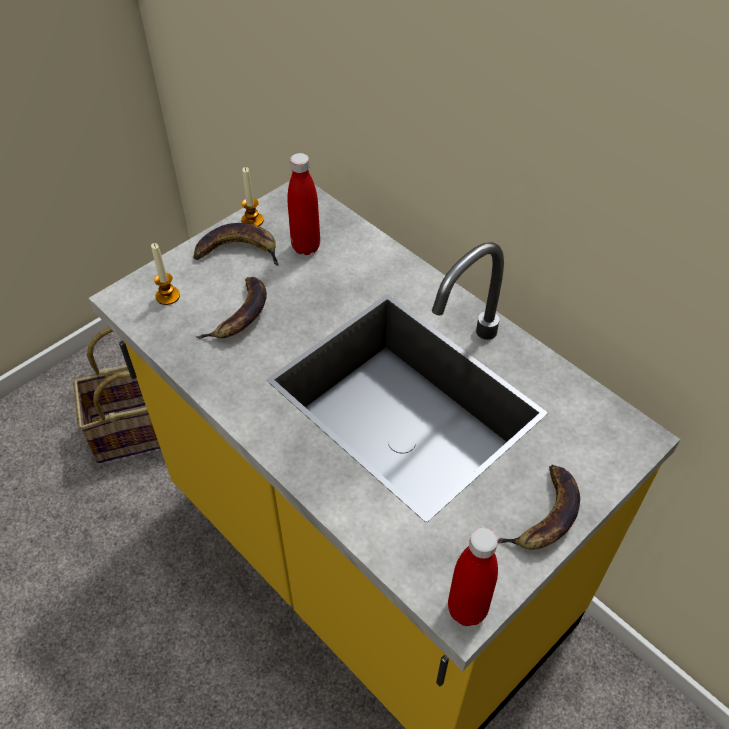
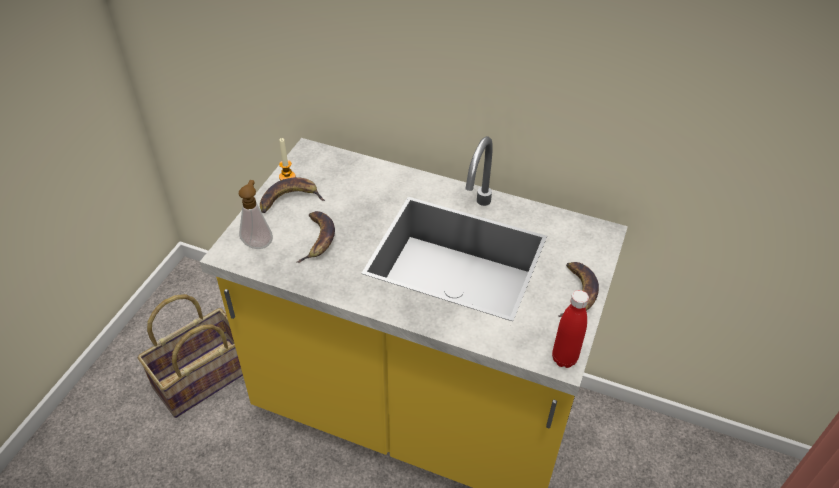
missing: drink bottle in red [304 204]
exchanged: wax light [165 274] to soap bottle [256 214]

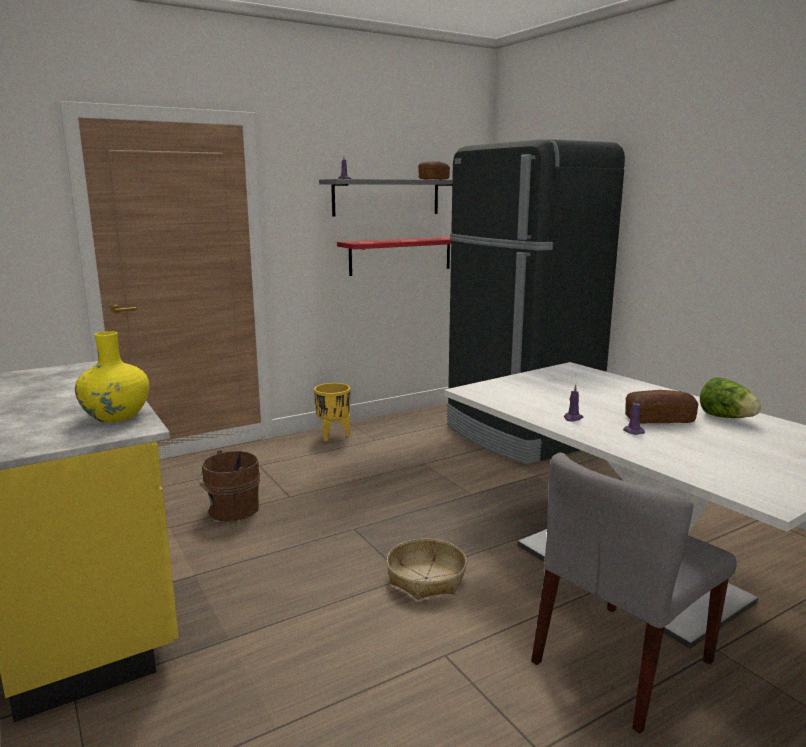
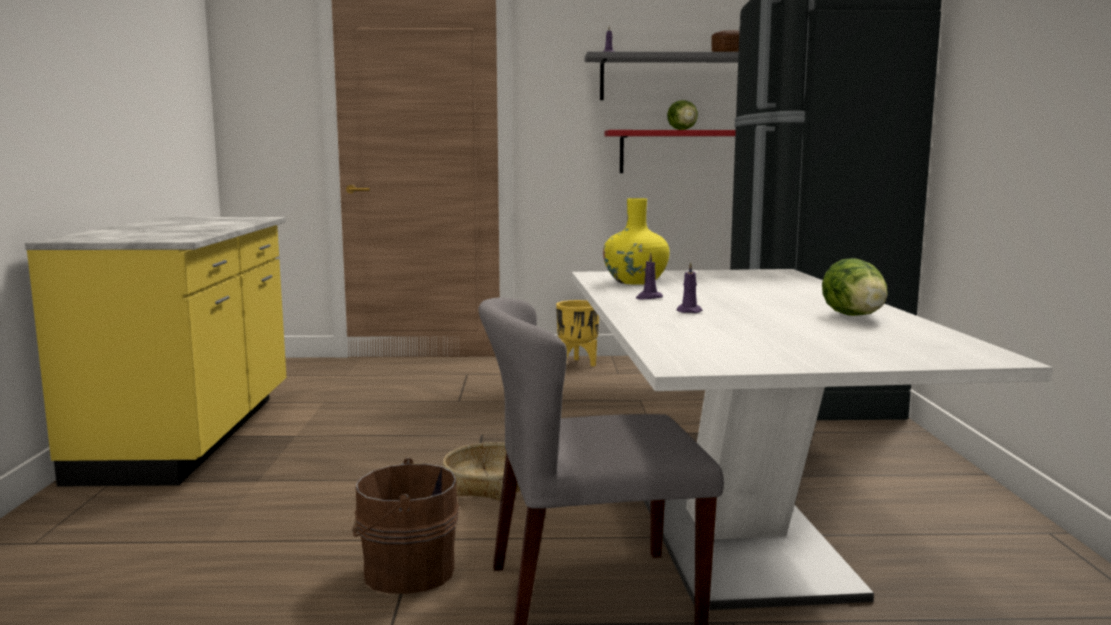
missing: bakery bread [661 407]
appeared: lettuce head [682 115]
relocated: vase in yellow [112 376] to [636 241]; water bucket in brown-coloured [229 486] to [405 526]

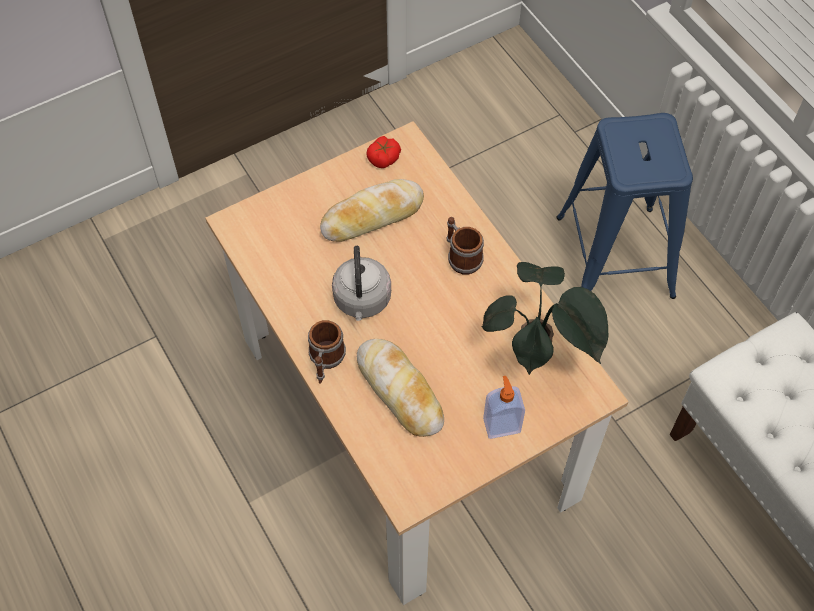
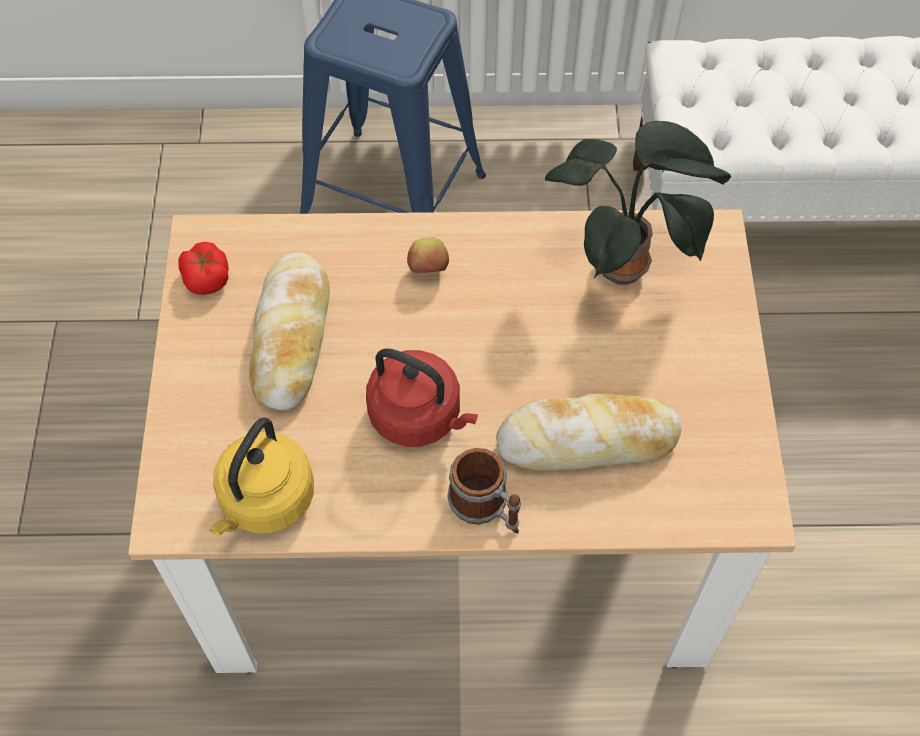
missing: soap bottle [504 407]
appeared: water kettle in yellow [261 476]
exchanged: tea mug [465 245] to apple [428 255]
colour: water kettle in grey [361 283] to water kettle in red [422 397]

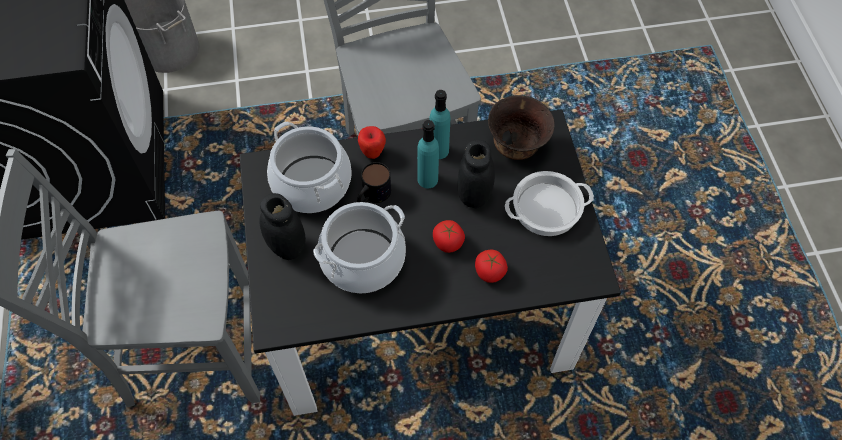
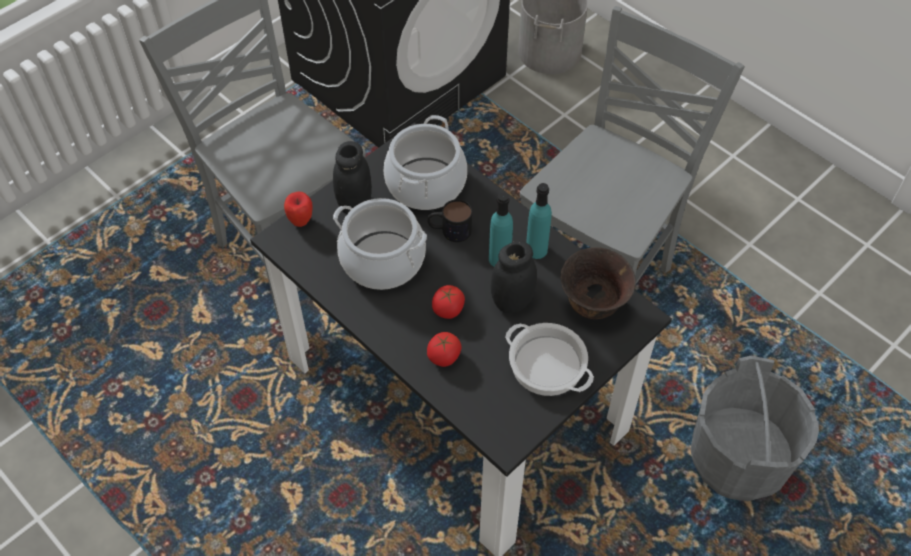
appeared: water bucket in grey [754 428]
relocated: apple [372 142] to [298 209]

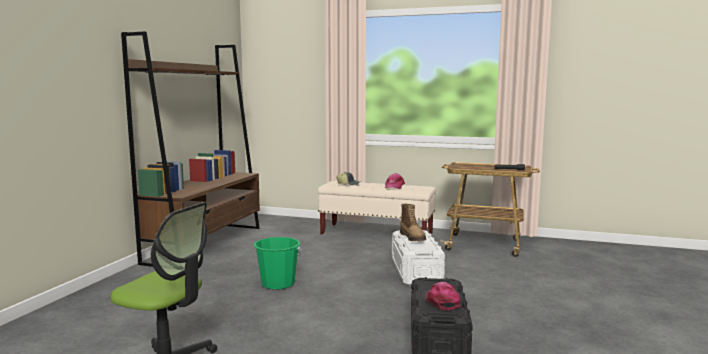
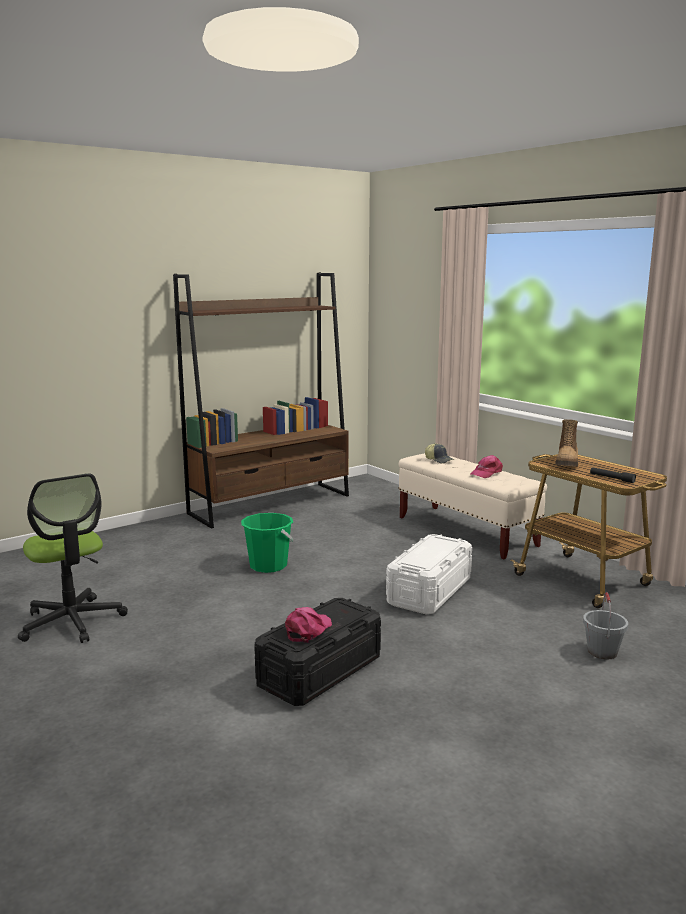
appeared: water bucket in grey [605 625]
relocated: boot [413 222] to [566 443]

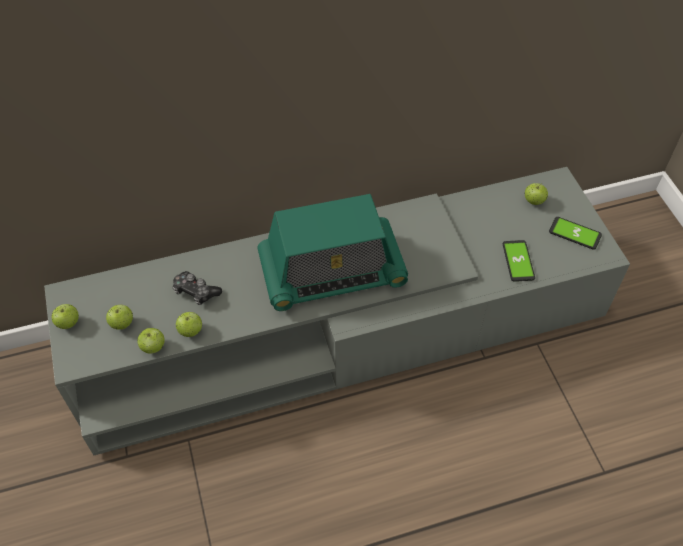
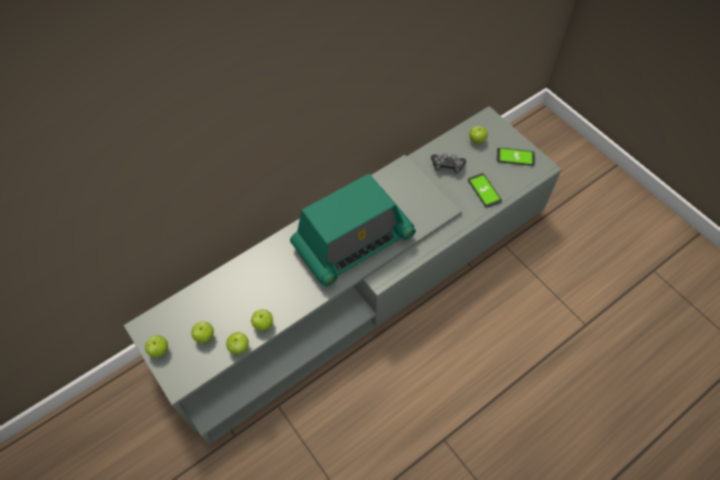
relocated: game controller [197 288] to [448 163]

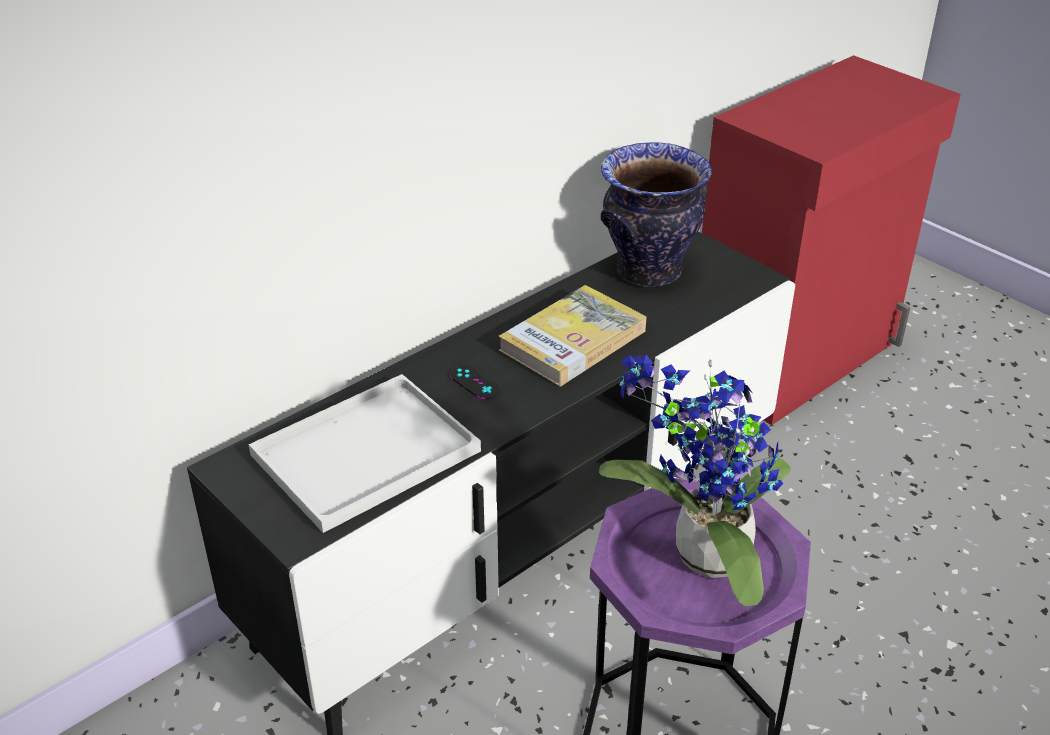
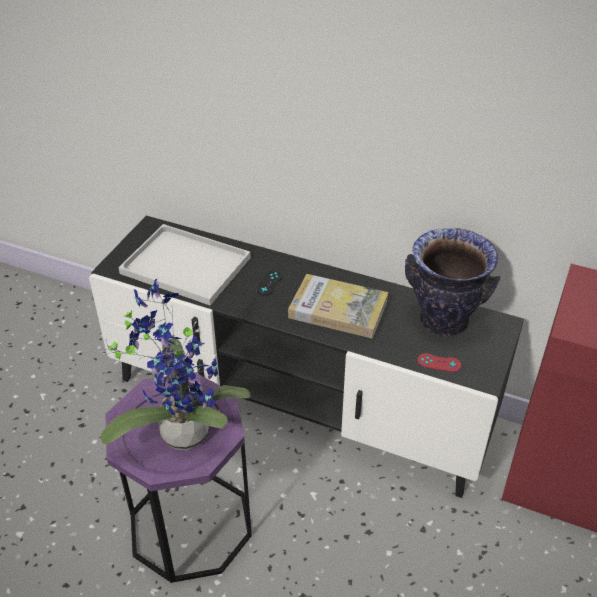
appeared: game controller in red [439 362]

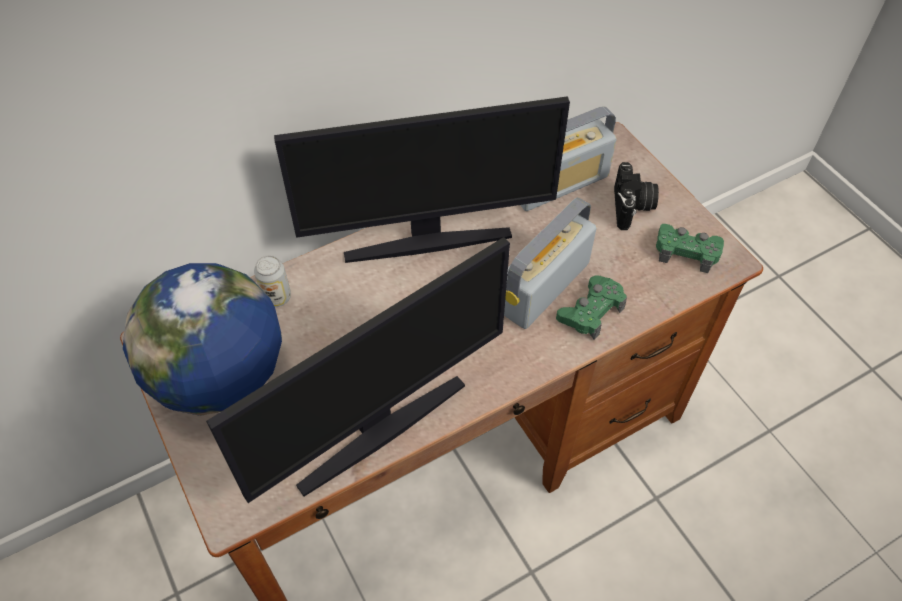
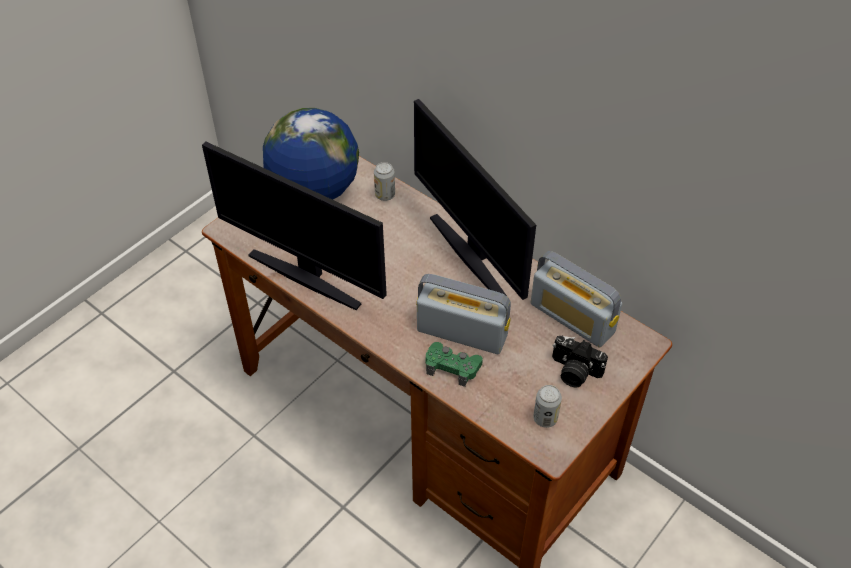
exchanged: game controller in green-coloured [690 248] to metal can [547 406]
spun: photo camera [636 196] = [580 362] 45 degrees clockwise

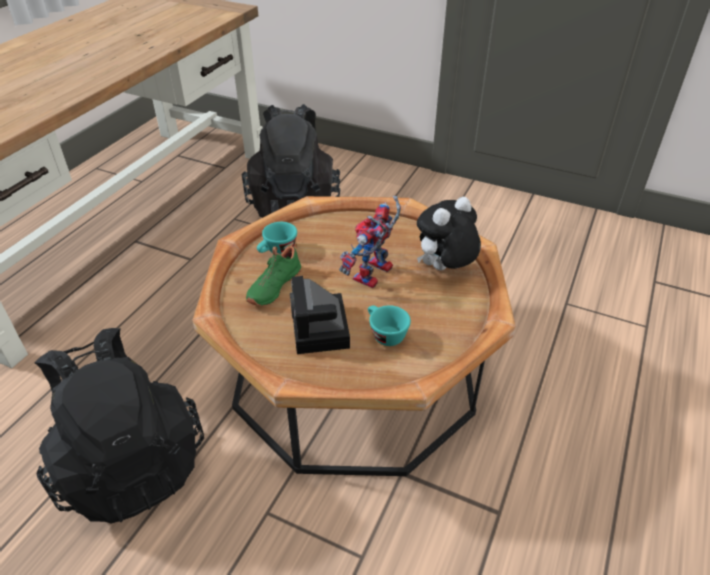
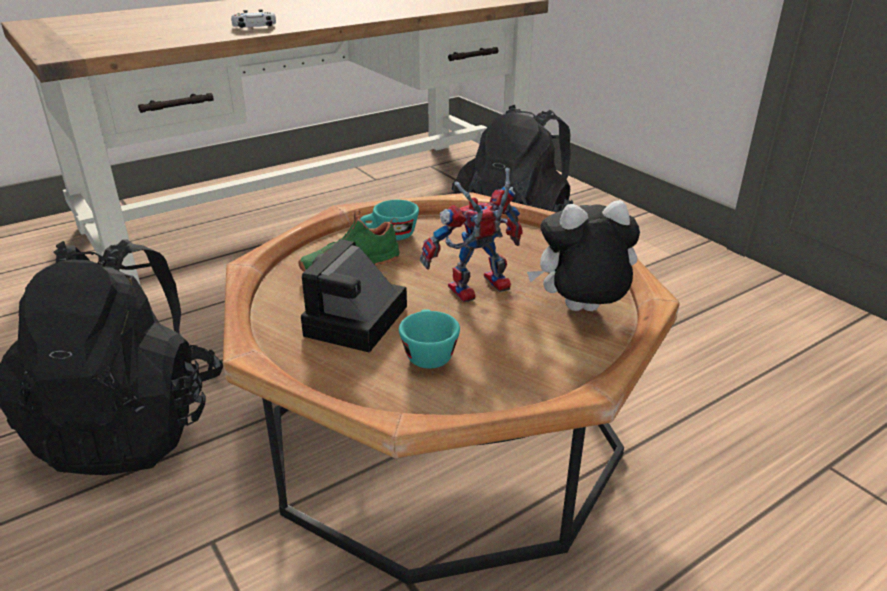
appeared: game controller in white [253 18]

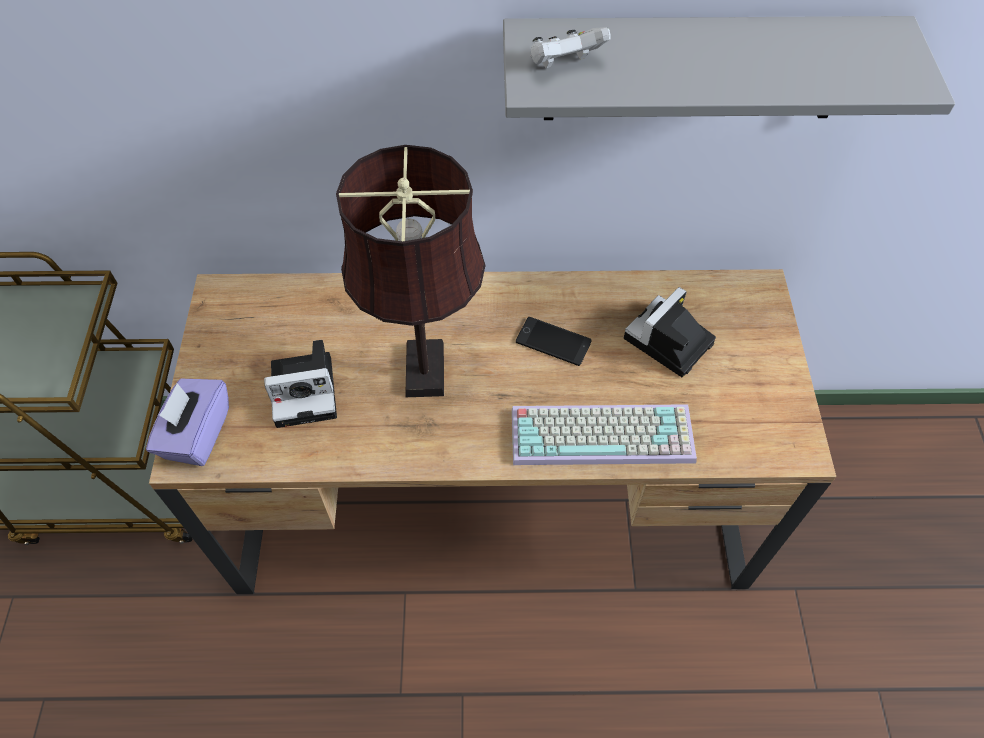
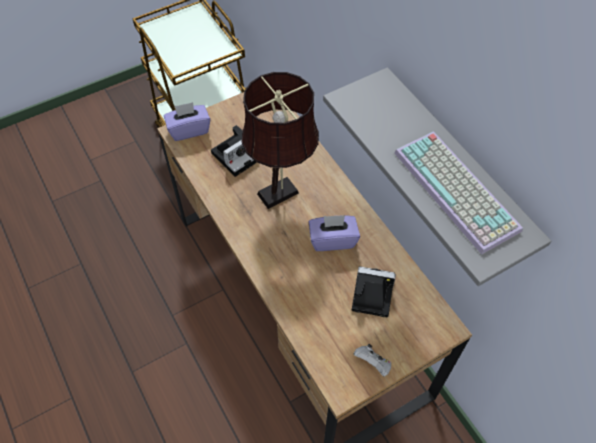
relocated: keyboard [604 434] to [458 192]; game controller in white [571 47] to [372 360]
exchanged: handset [554 341] to tissue box in purple-coloured [334 233]
spun: photo camera [300 384] = [234 151] 90 degrees counterclockwise

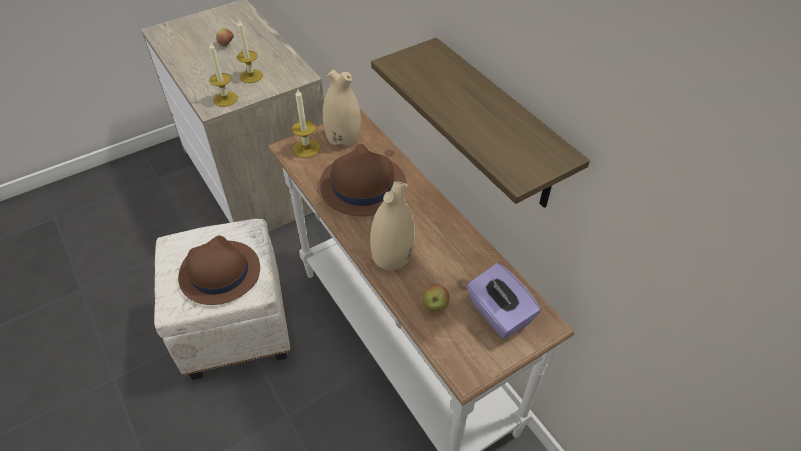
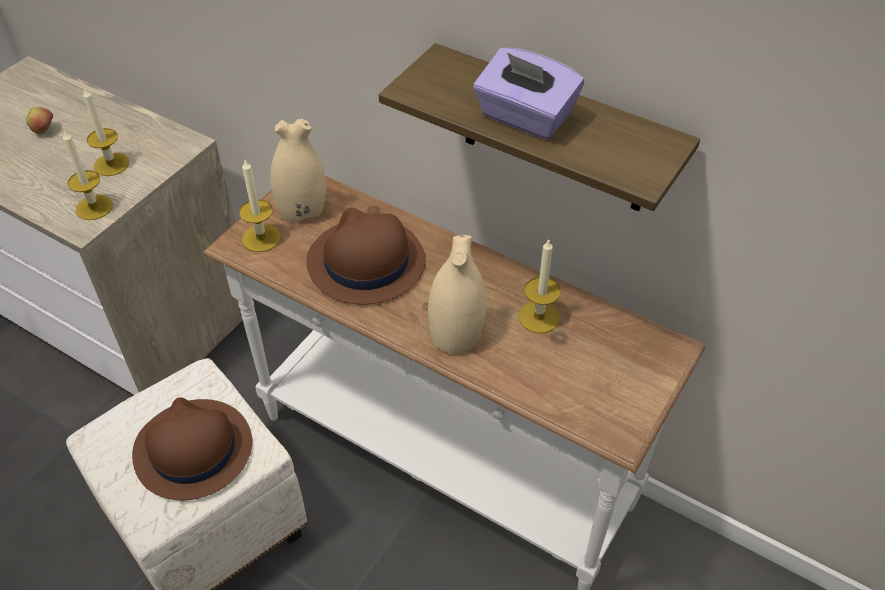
missing: apple [436 297]
appeared: wax light [540 286]
relocated: tissue box in purple-coloured [503 300] to [528 93]

